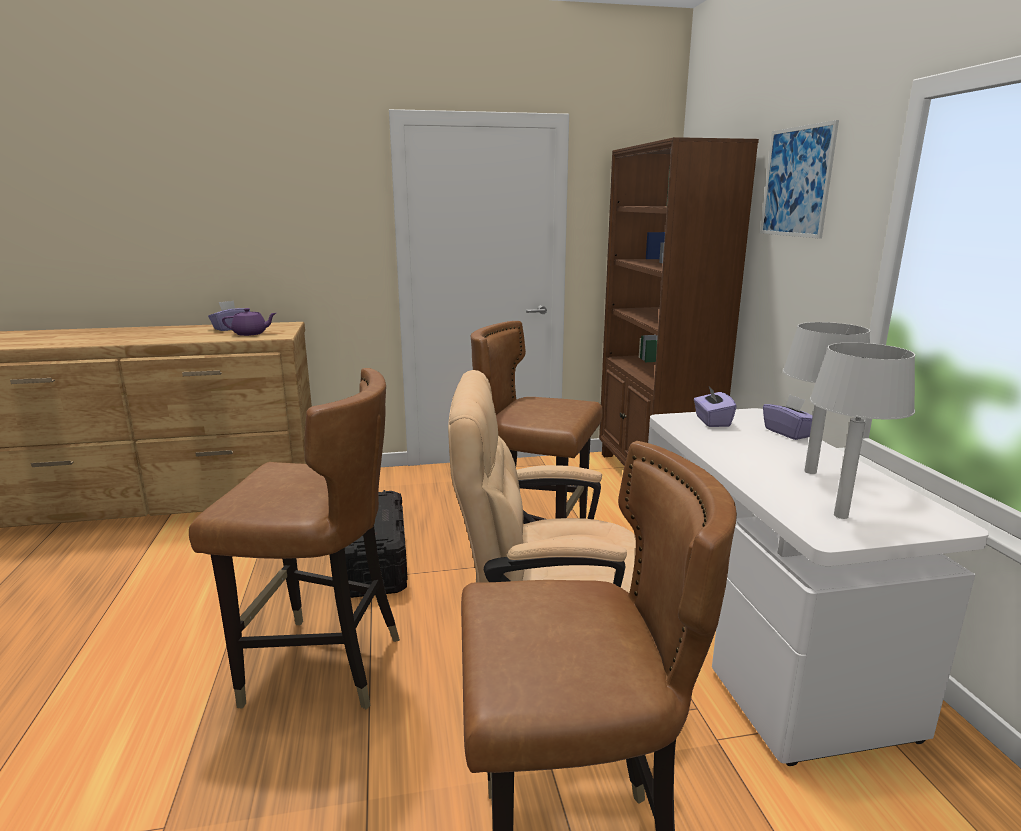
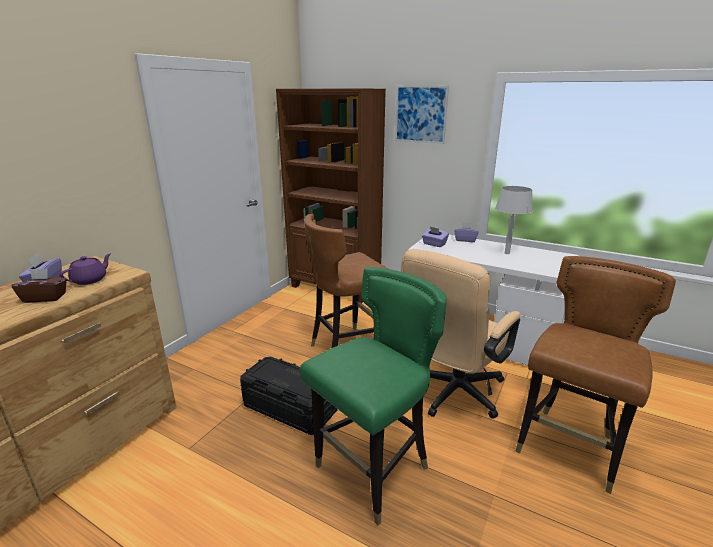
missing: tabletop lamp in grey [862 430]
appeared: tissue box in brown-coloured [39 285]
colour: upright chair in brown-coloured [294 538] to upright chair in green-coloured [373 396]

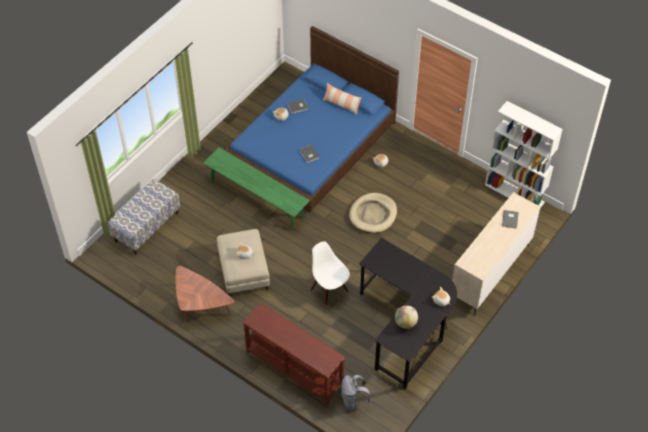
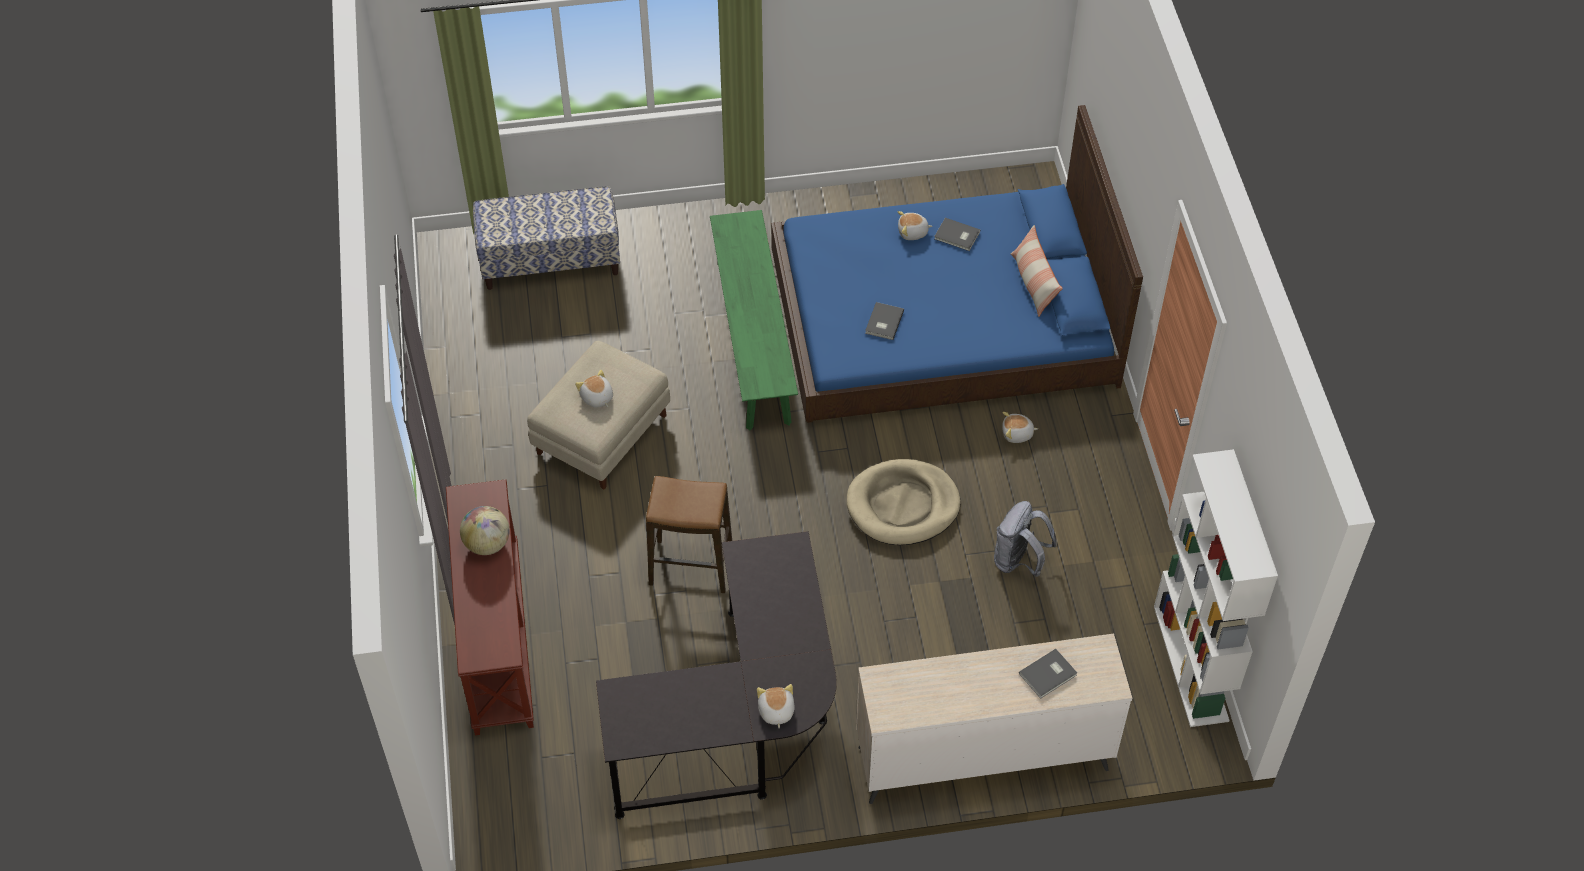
missing: lounge table in brown-coloured [204 294]
relocated: rucksack in grey [356 392] to [1025 539]; world globe [406 317] to [485 530]
exchanged: upright chair in white [330 273] to stool [689 534]

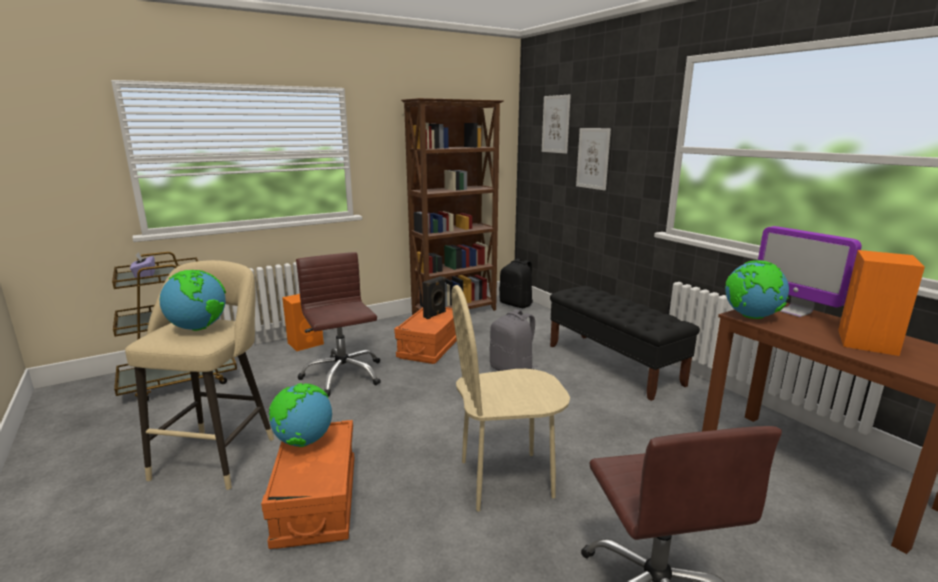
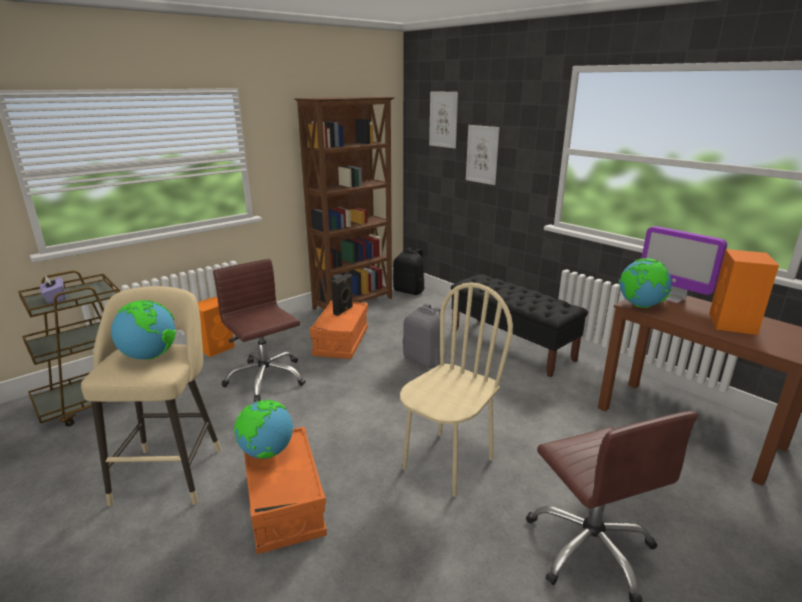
spun: upright chair in sand-coloured [511 398] = [456 389] 150 degrees clockwise

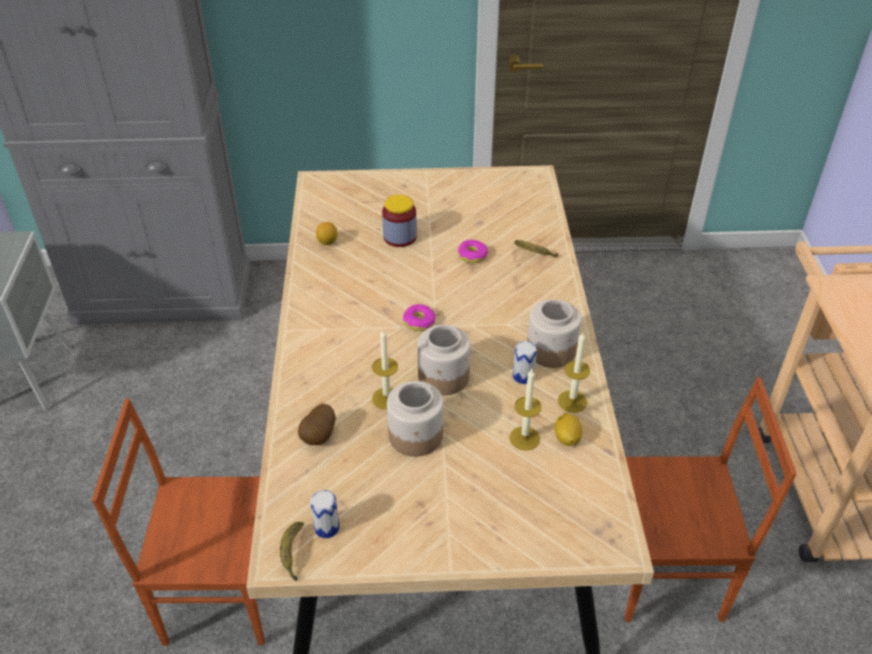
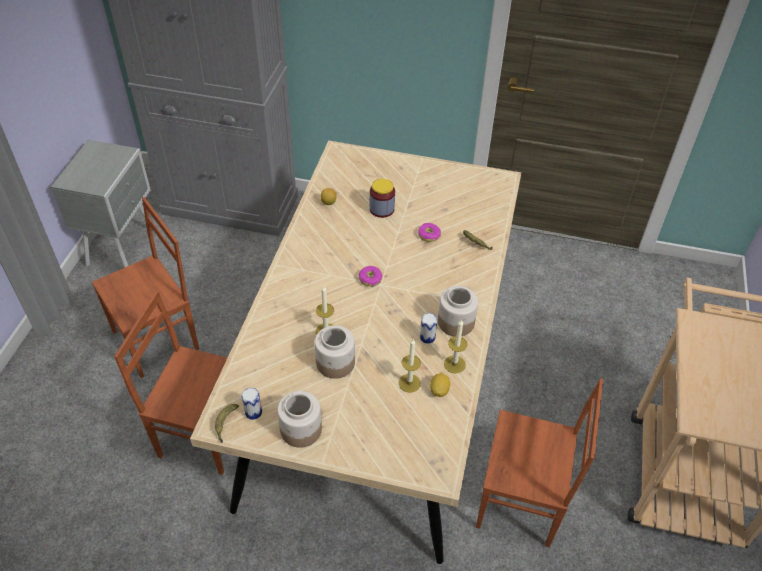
missing: spud [317 424]
appeared: upright chair in brown-coloured [145 287]
relocated: preserve jar [444 360] to [299 419]

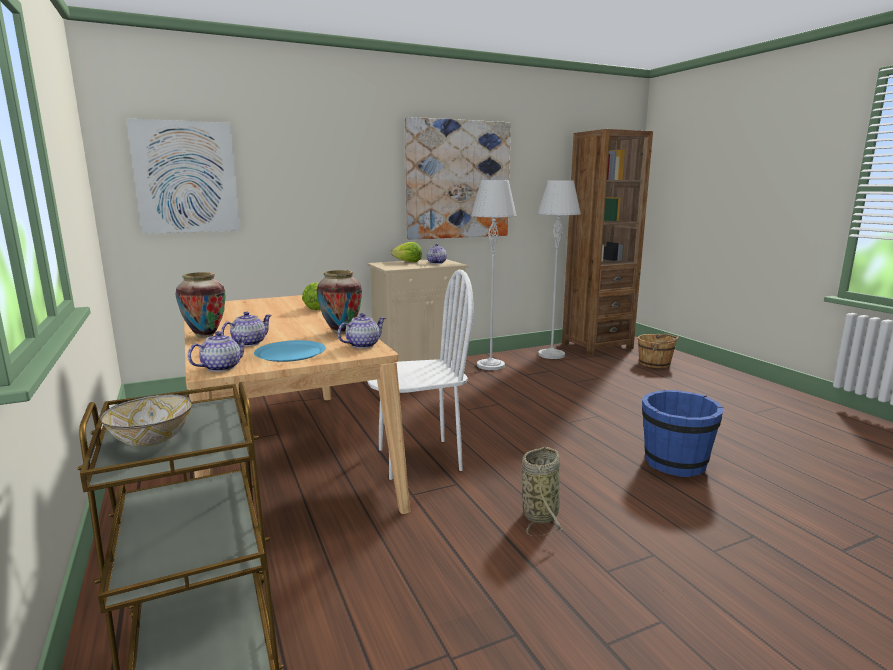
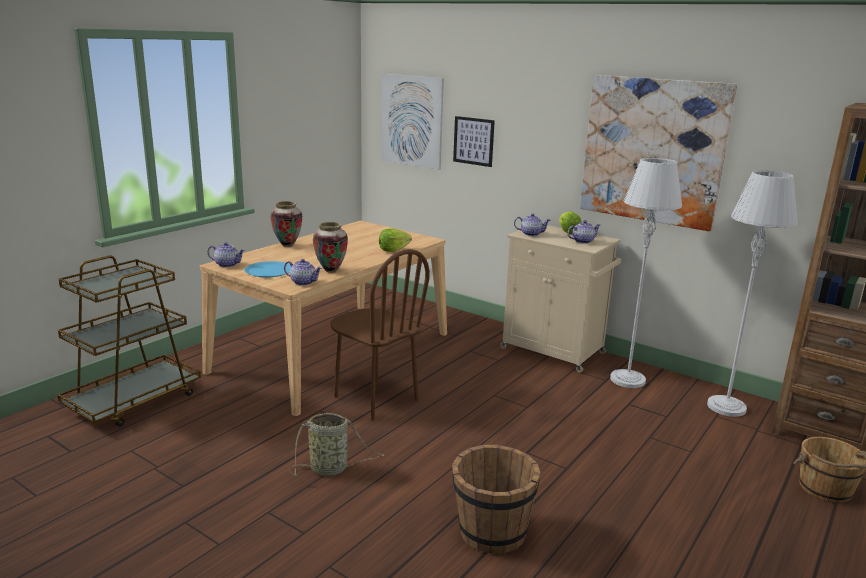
missing: serving bowl [146 420]
appeared: wall art [474 141]
relocated: teapot [246 328] to [532 225]
colour: upright chair in white [420 375] to upright chair in brown-coloured [380 335]; water bucket in blue [682 433] to water bucket in brown-coloured [496 499]

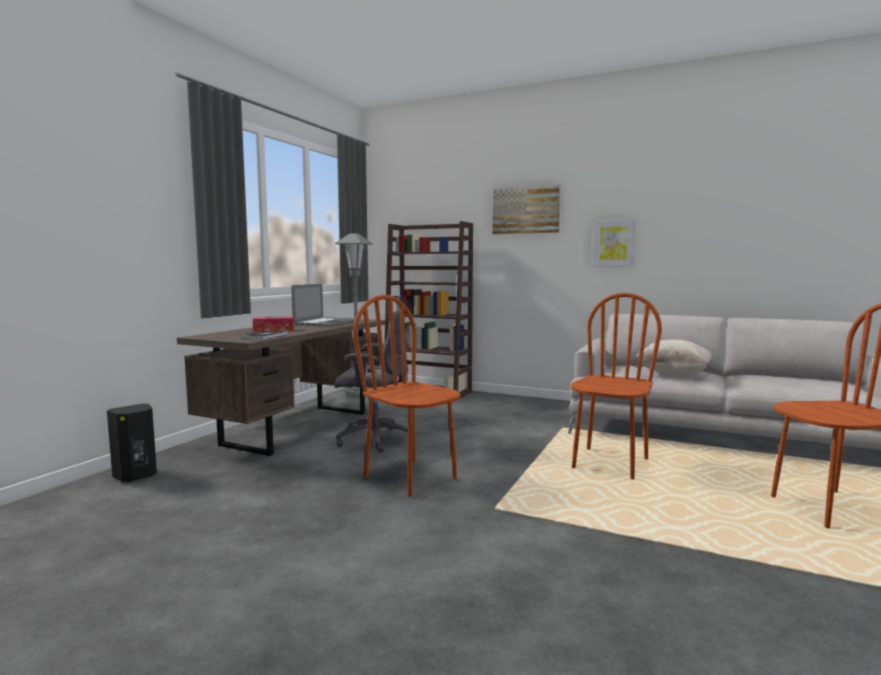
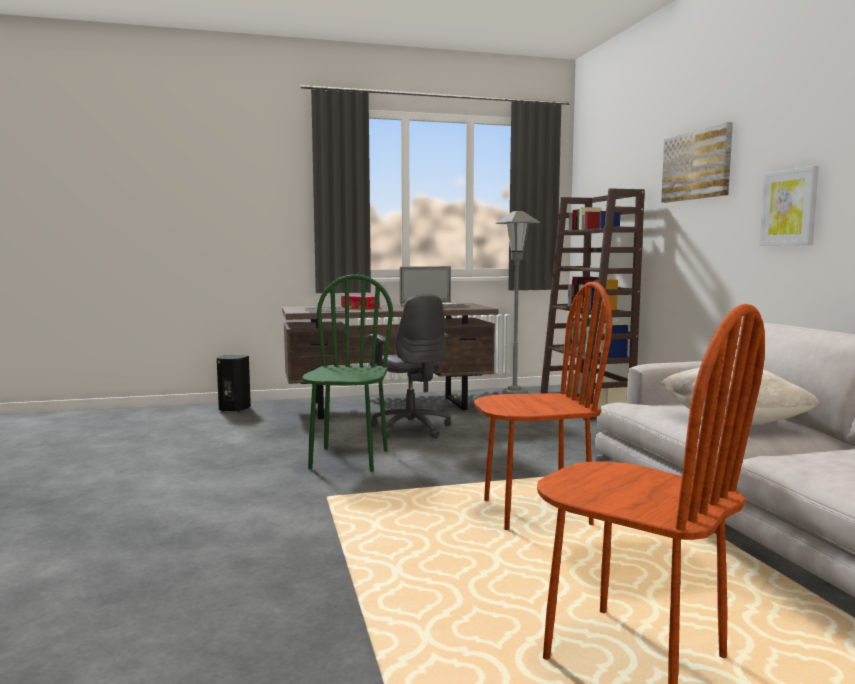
colour: upright chair in brown-coloured [407 396] to upright chair in green-coloured [347 373]

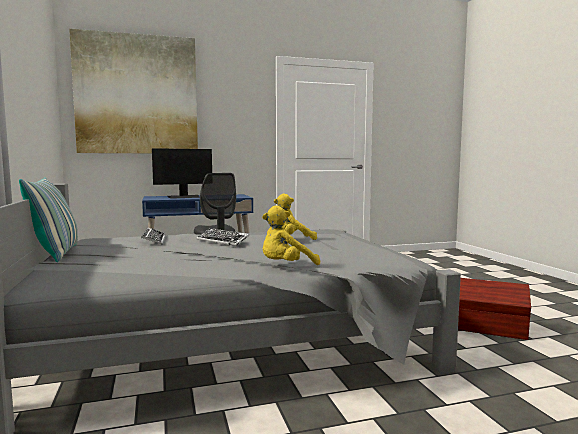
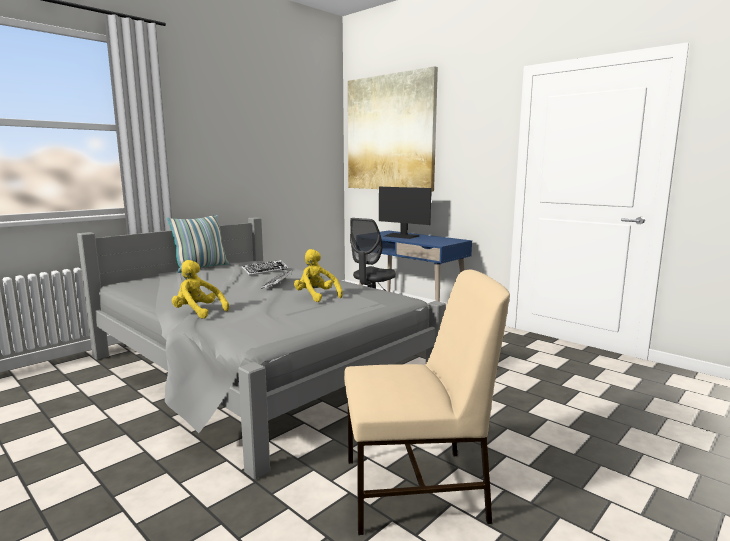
exchanged: storage box in brown-coloured [494 309] to upright chair in sand-coloured [427 402]

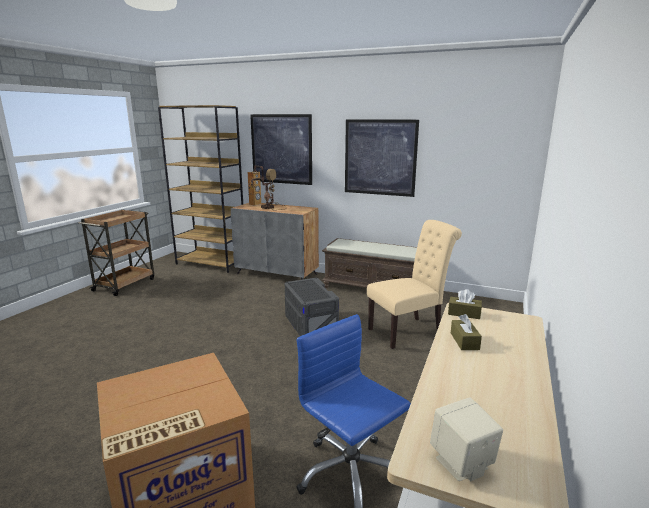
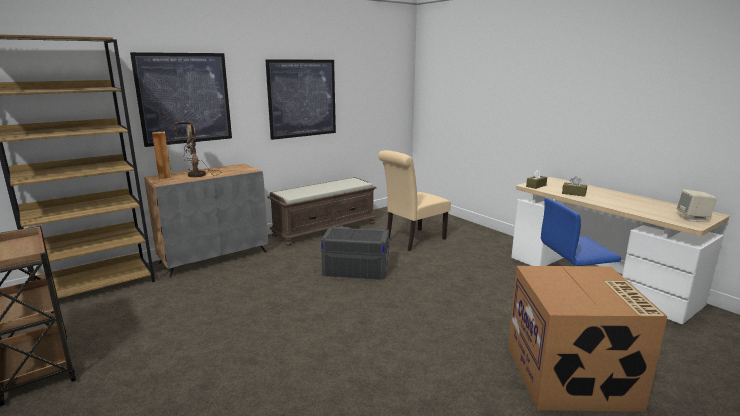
spun: upright chair in sand-coloured [414 284] = [414 200] 135 degrees counterclockwise

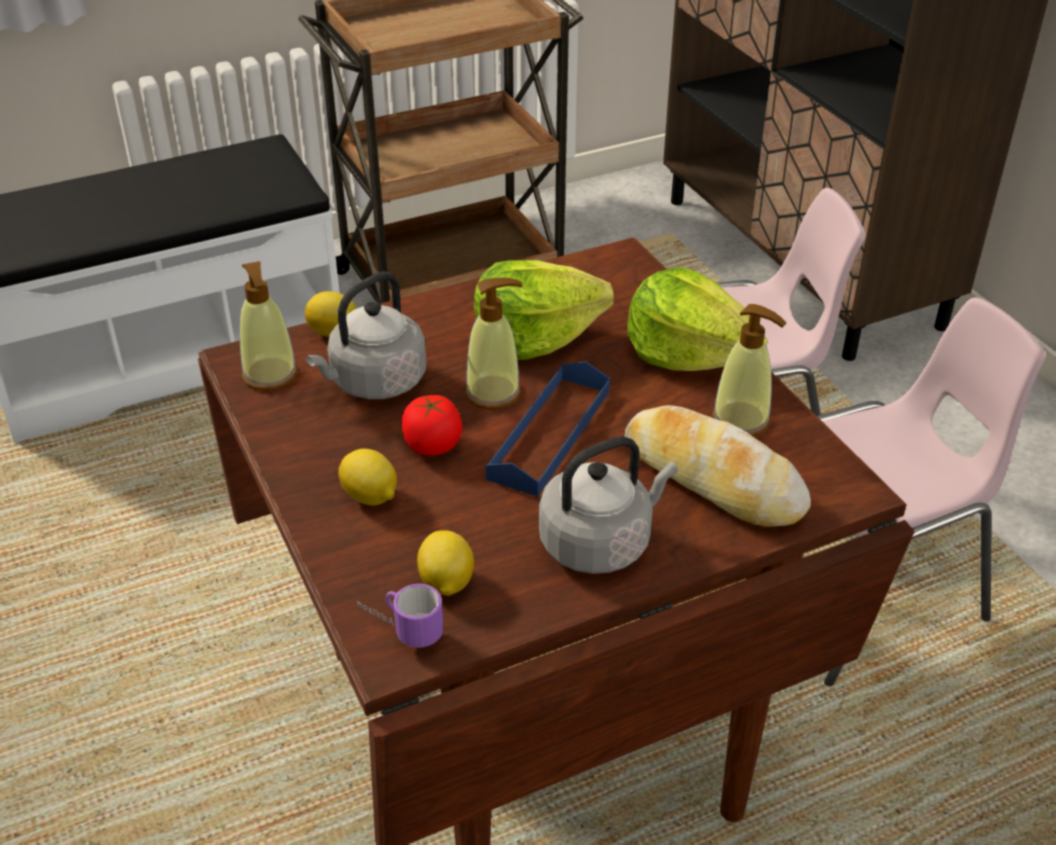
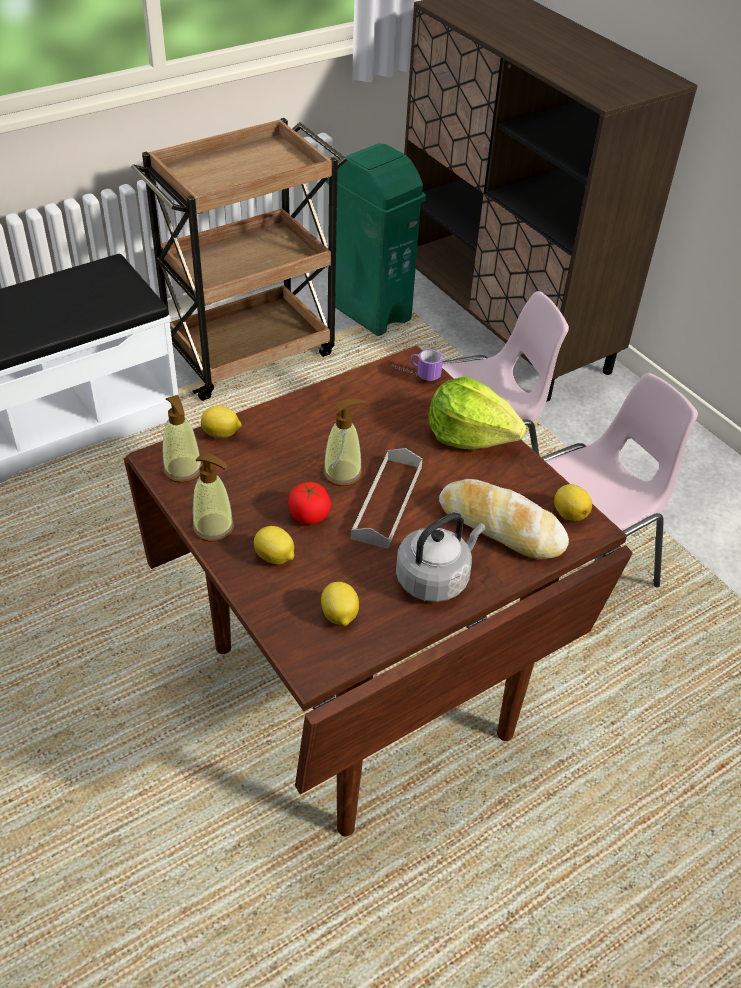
missing: water kettle in grey [366 335]; lettuce head [544 310]
appeared: waste bin in green-coloured [376 239]; whole lemon [573 502]
relocated: tea mug [400 616] to [417 365]; soap bottle [749 370] to [213 497]
colour: tray in blue [547 429] to tray in grey [387 498]

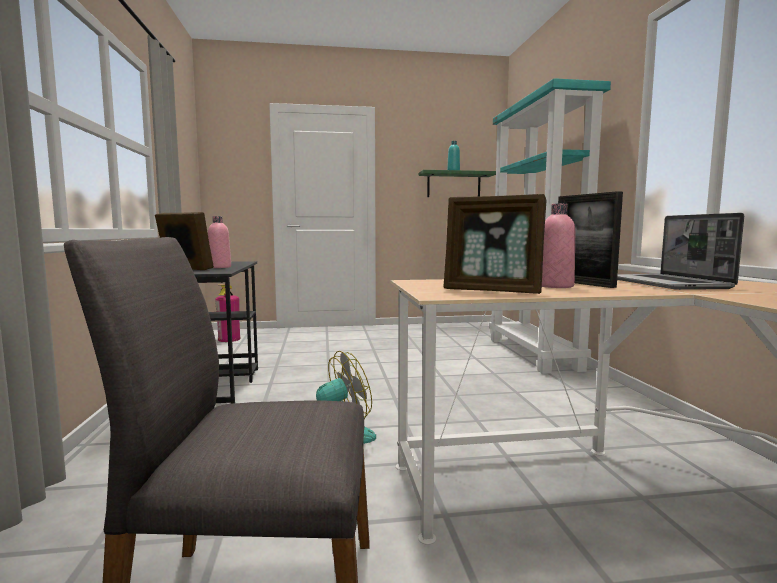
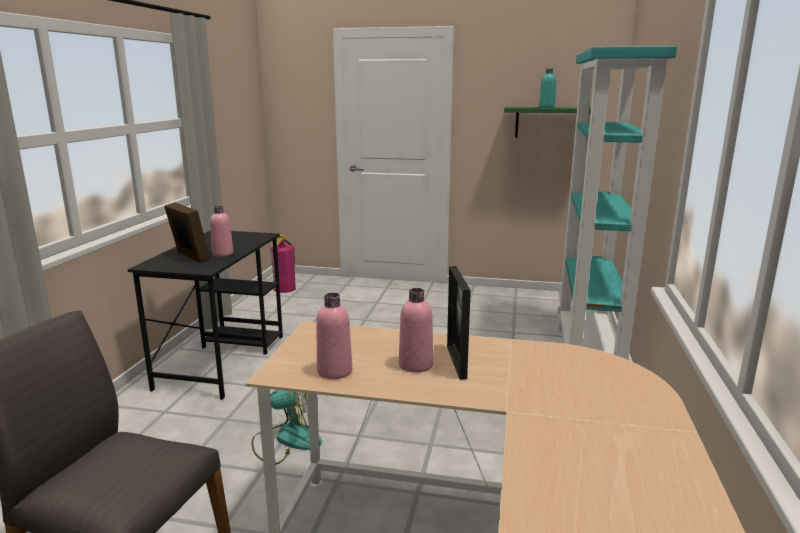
missing: laptop [680 251]
exchanged: picture frame [495 244] to drink bottle in pink-coloured [334 336]

